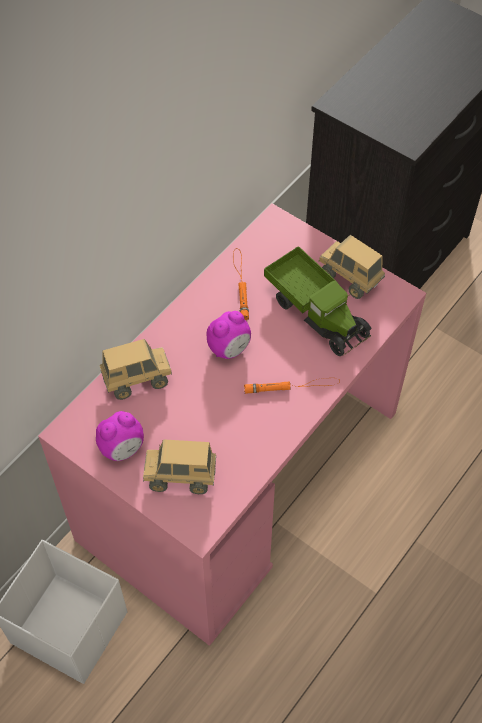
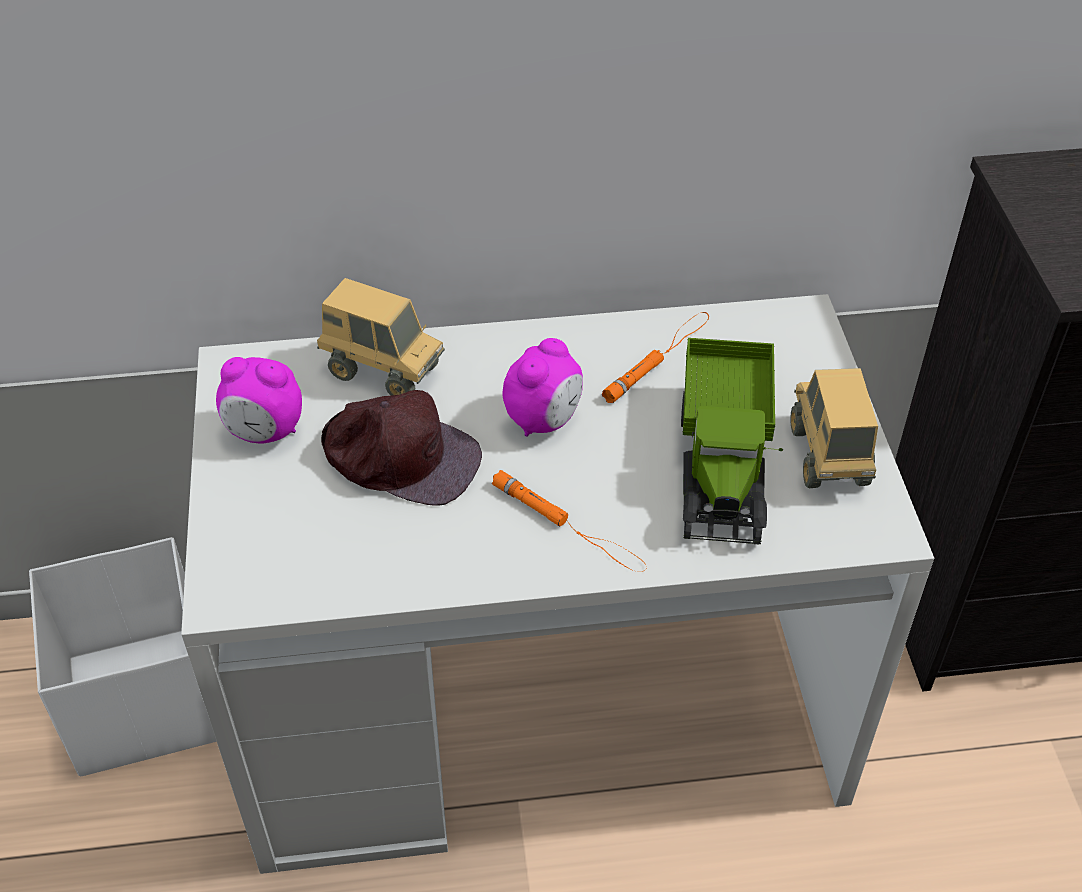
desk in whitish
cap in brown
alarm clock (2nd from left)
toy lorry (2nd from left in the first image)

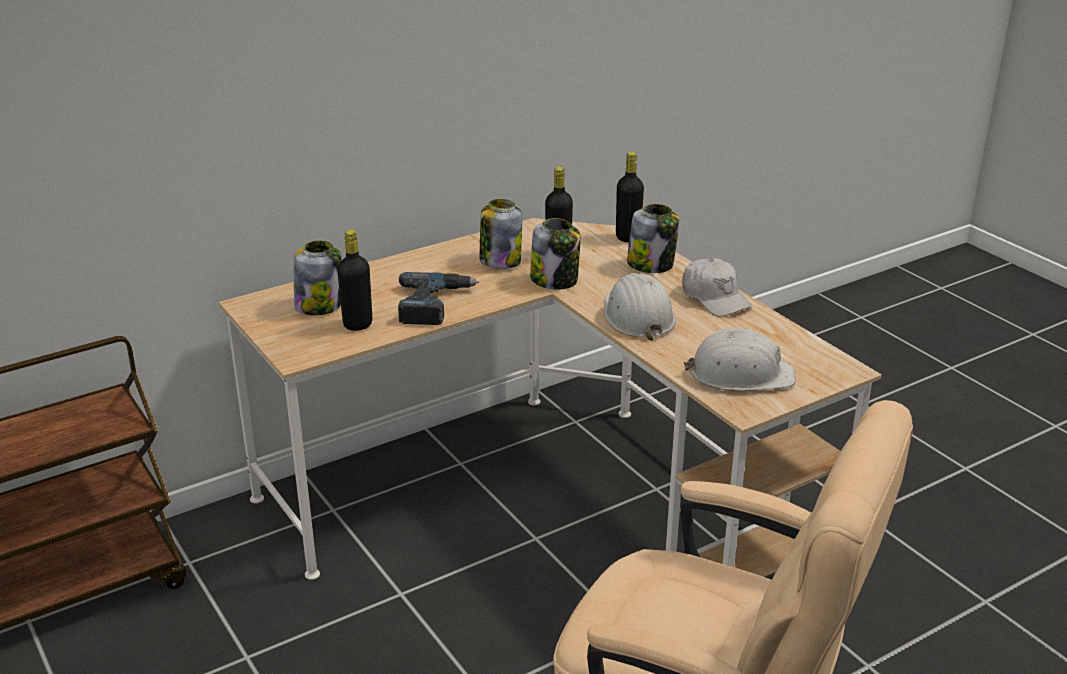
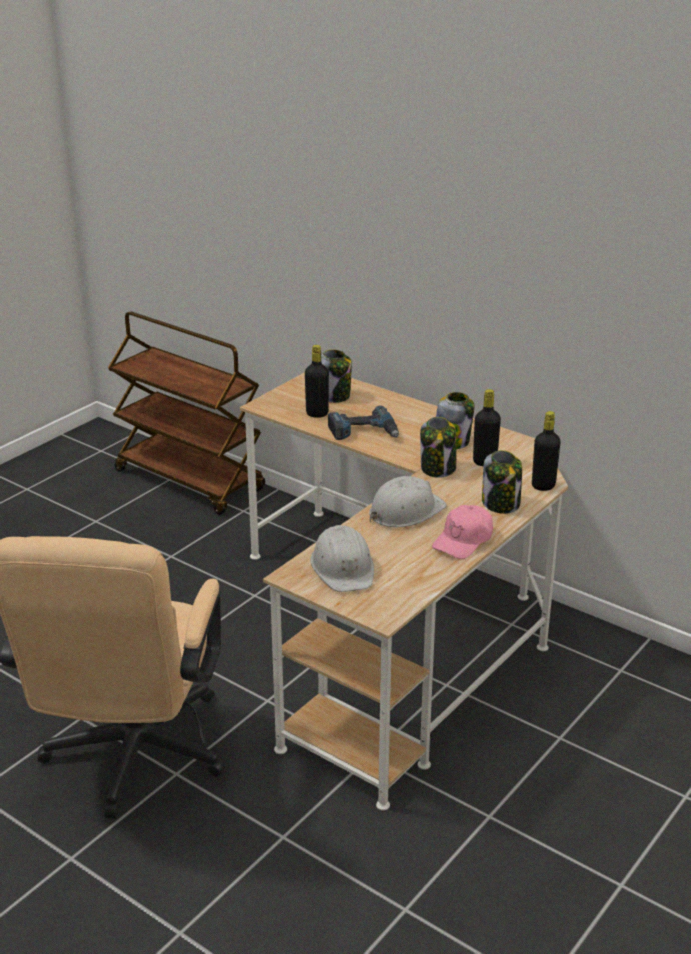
cap in pinkish

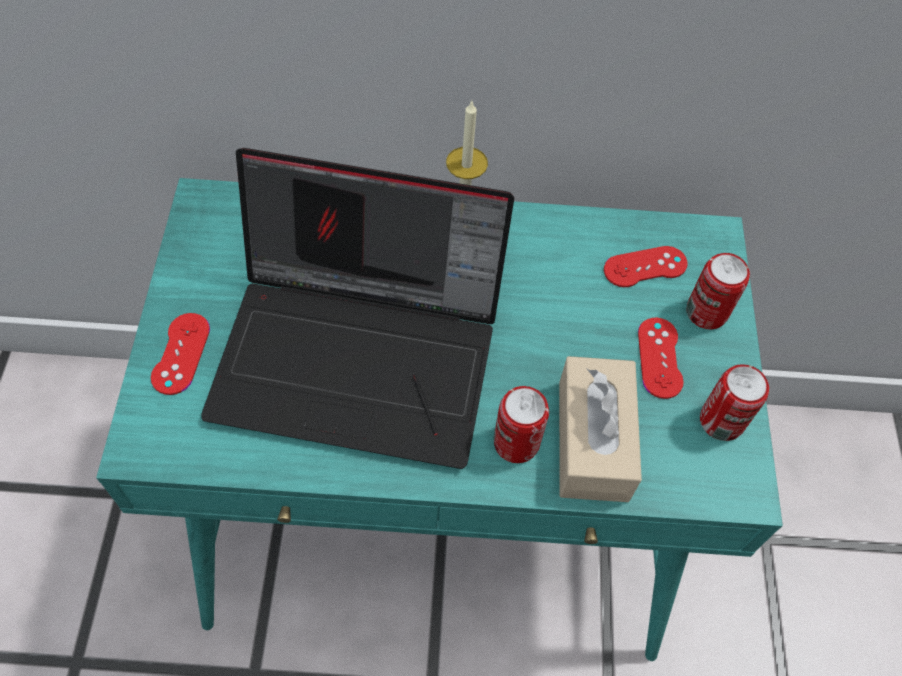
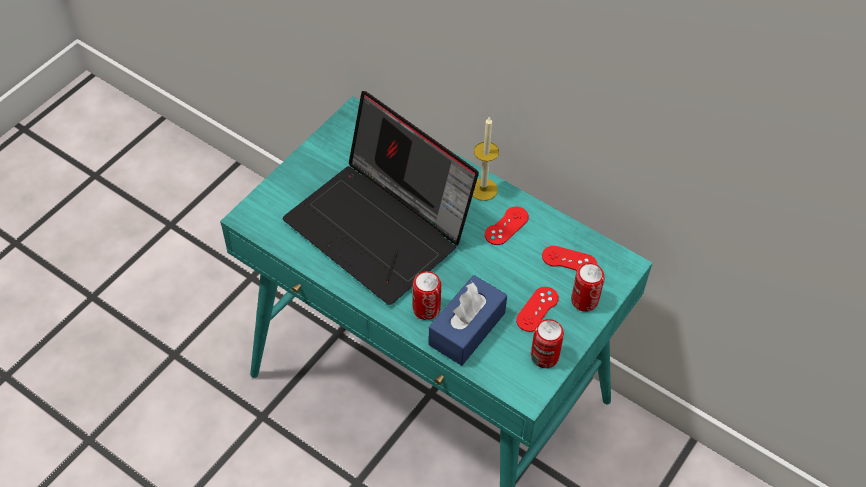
tissue holder in blue
joypad in reddish (1st from left)

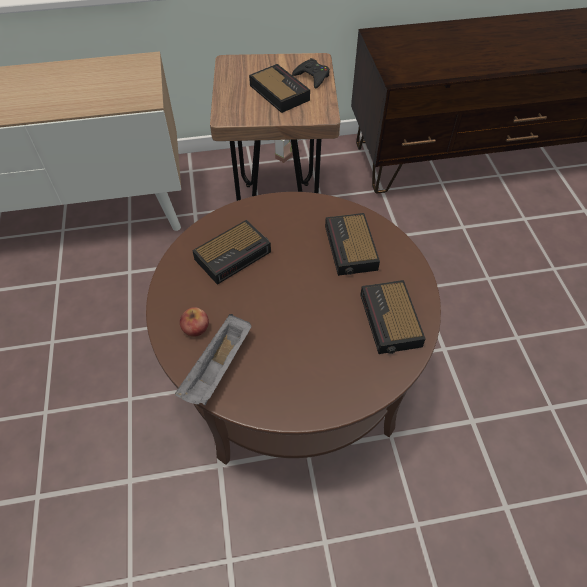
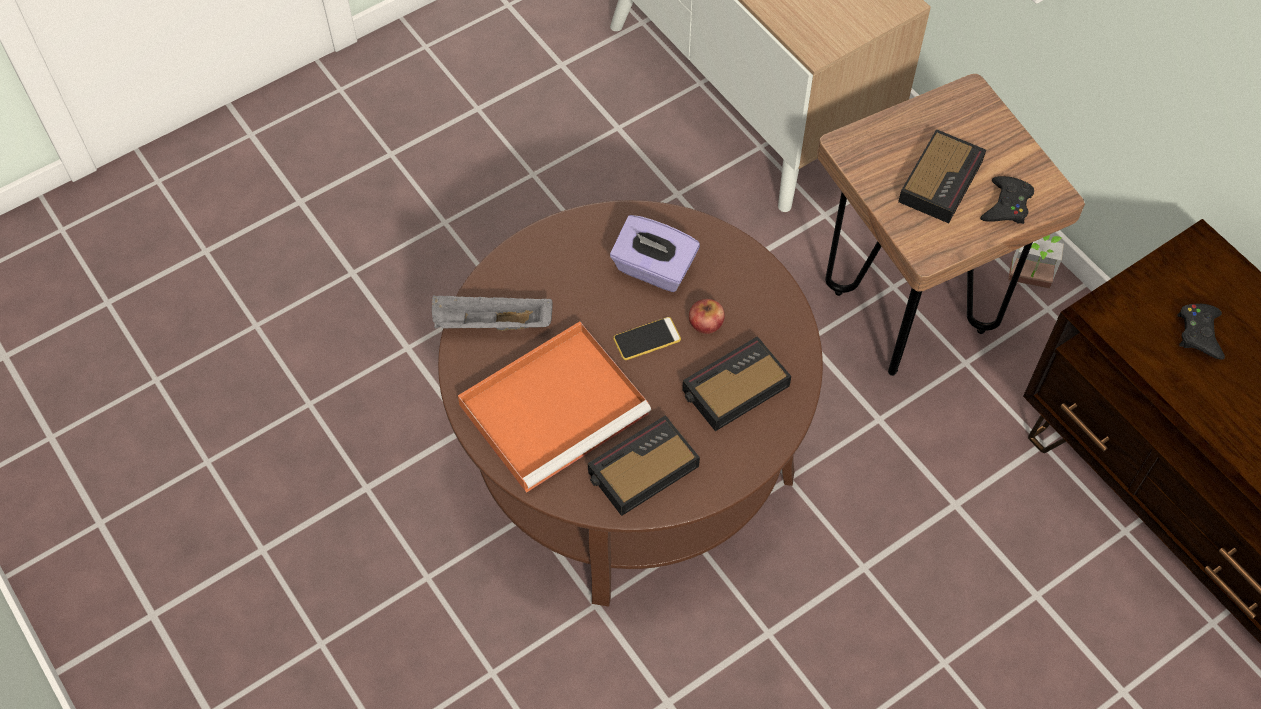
carrying tray in orange
tissue holder in purplish
telephone
whole apple
joypad in blackish (2nd from left)

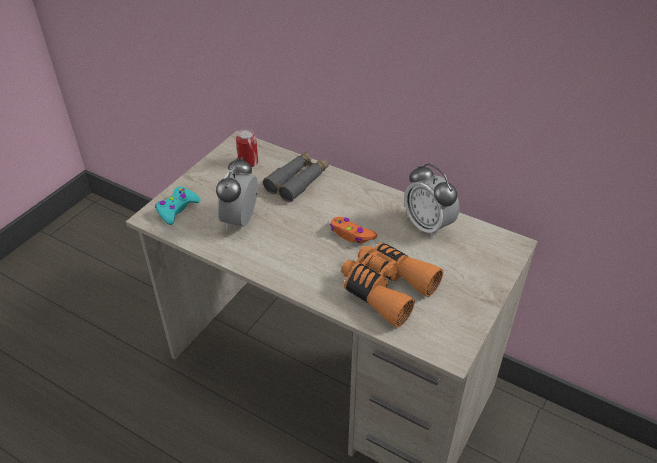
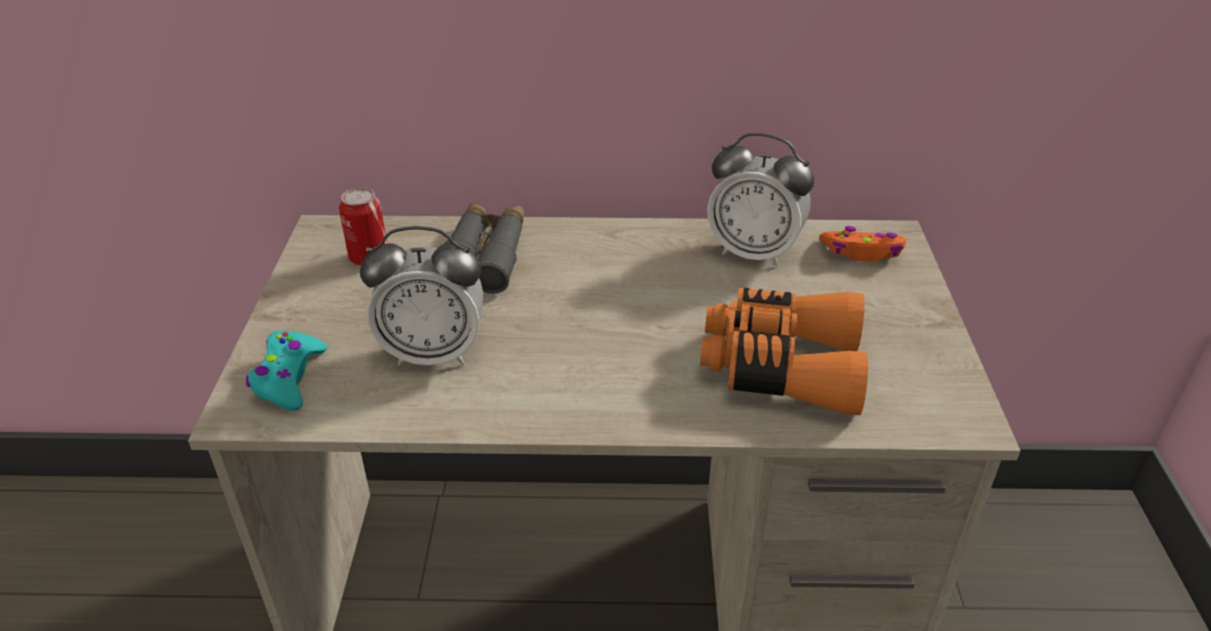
alarm clock (1st from left)
joypad in orange

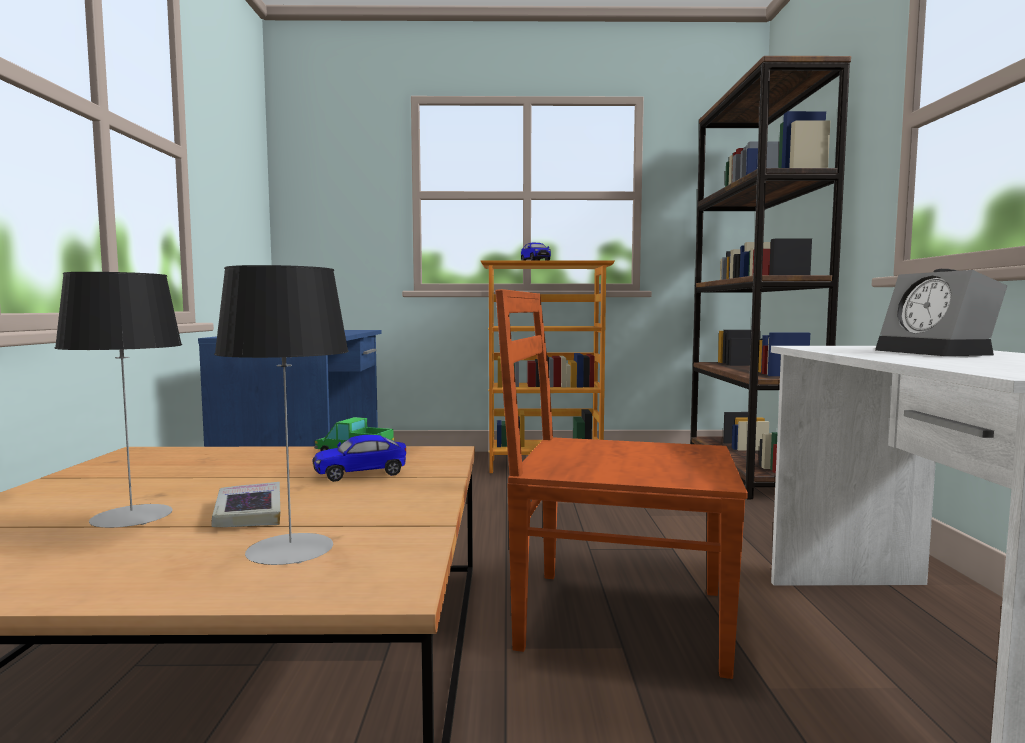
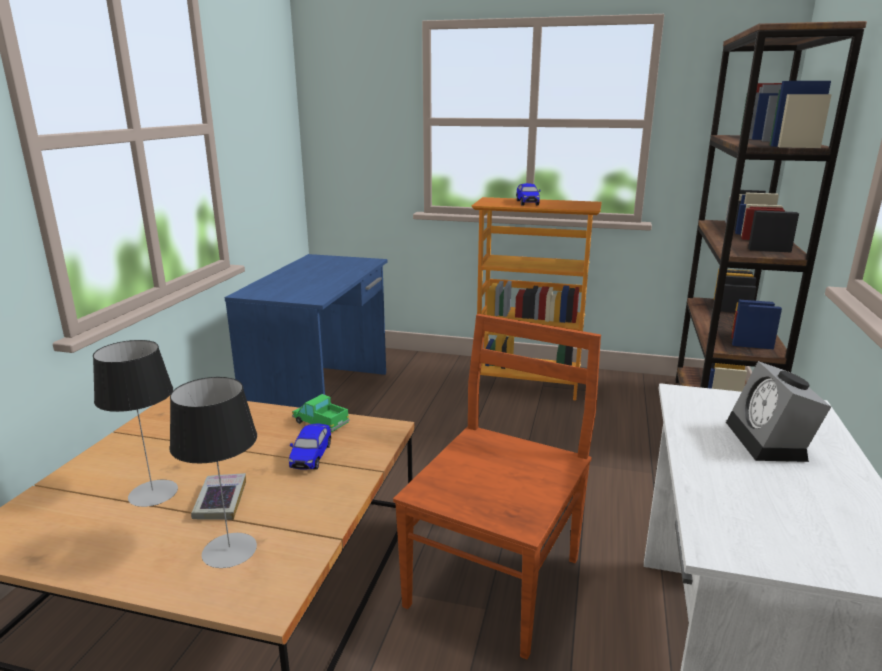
miniature car (1st from left)
chair in brown

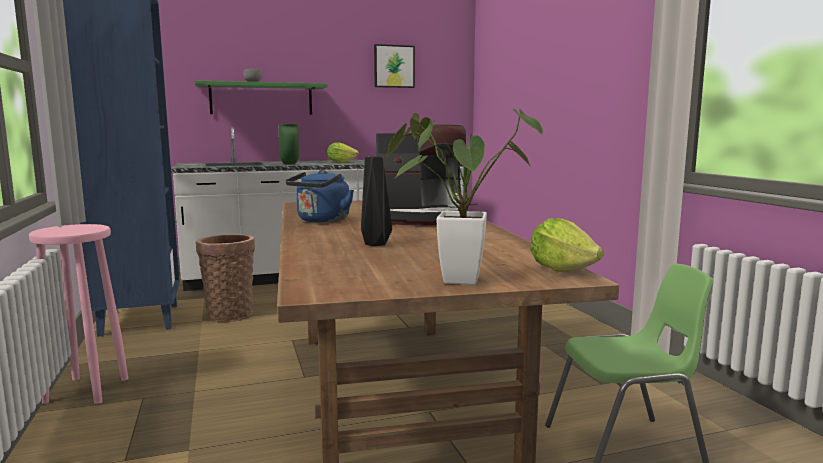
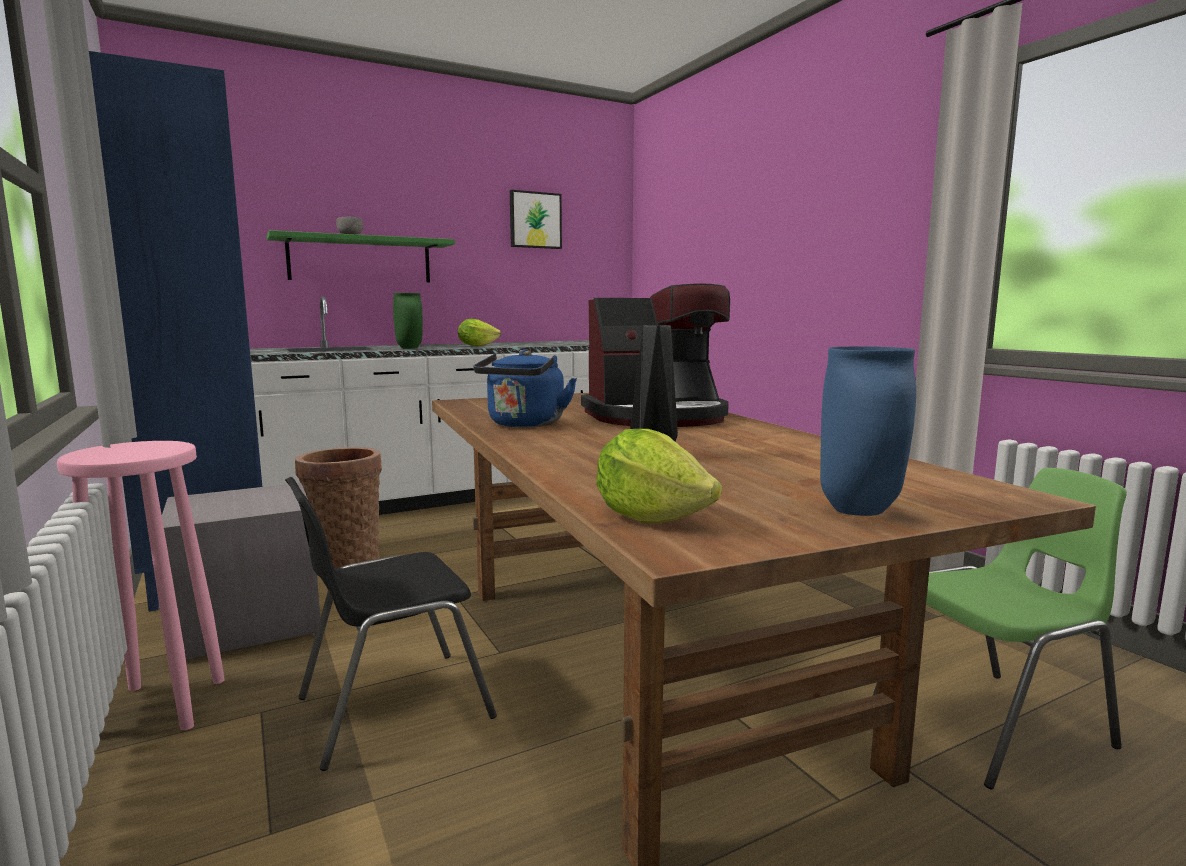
bedside table in grey
chair in blackish
lettuce head (2nd from left)
flower vase in blue

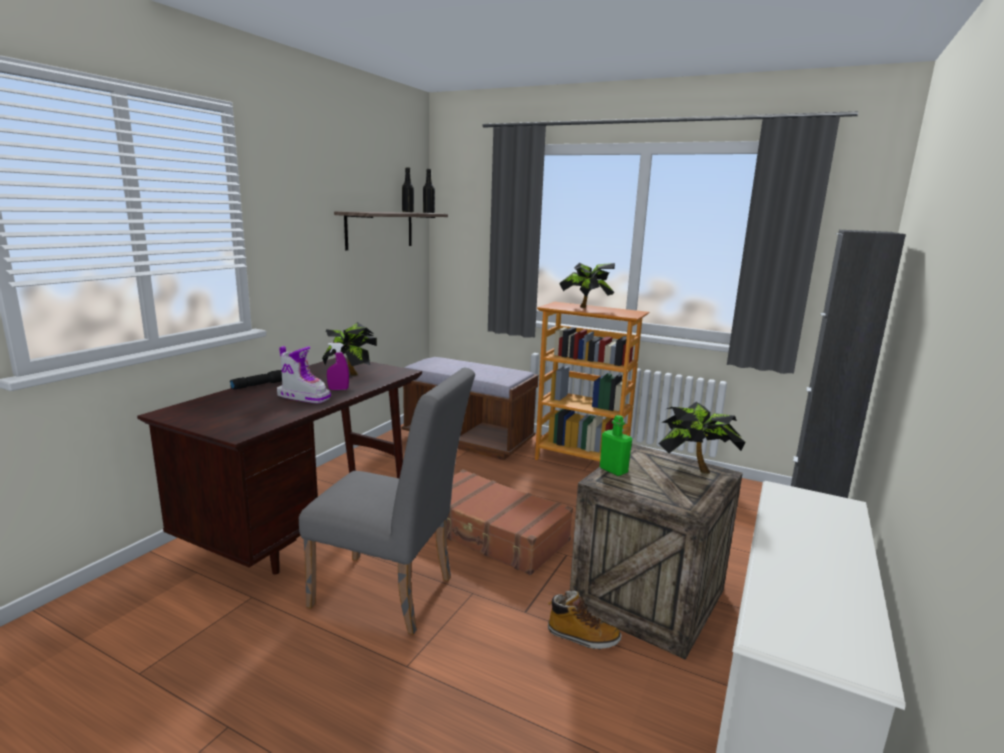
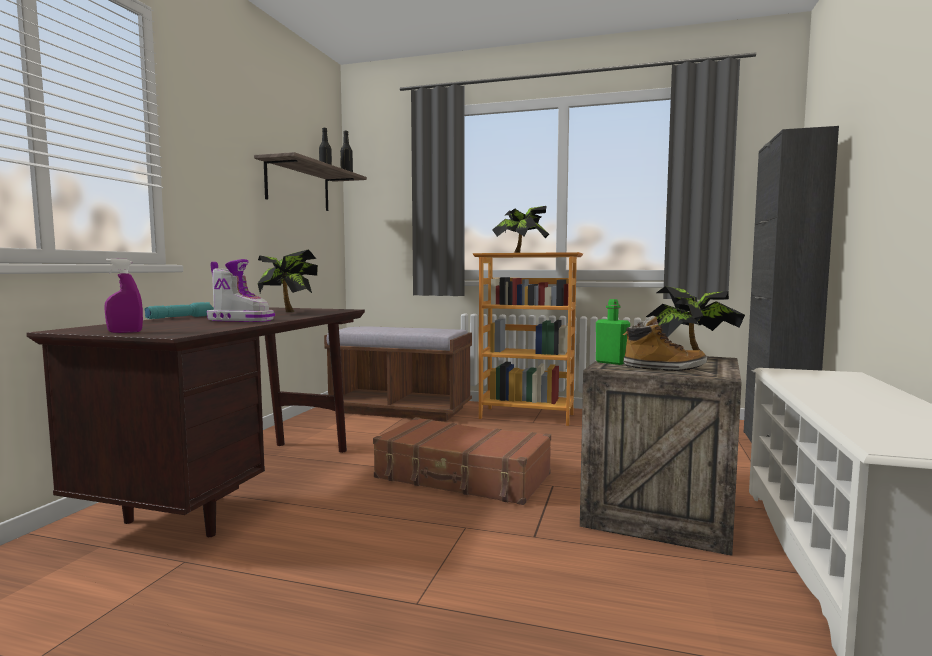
spray bottle in purplish
flashlight in turquoise
boot (2nd from left)
chair in grey

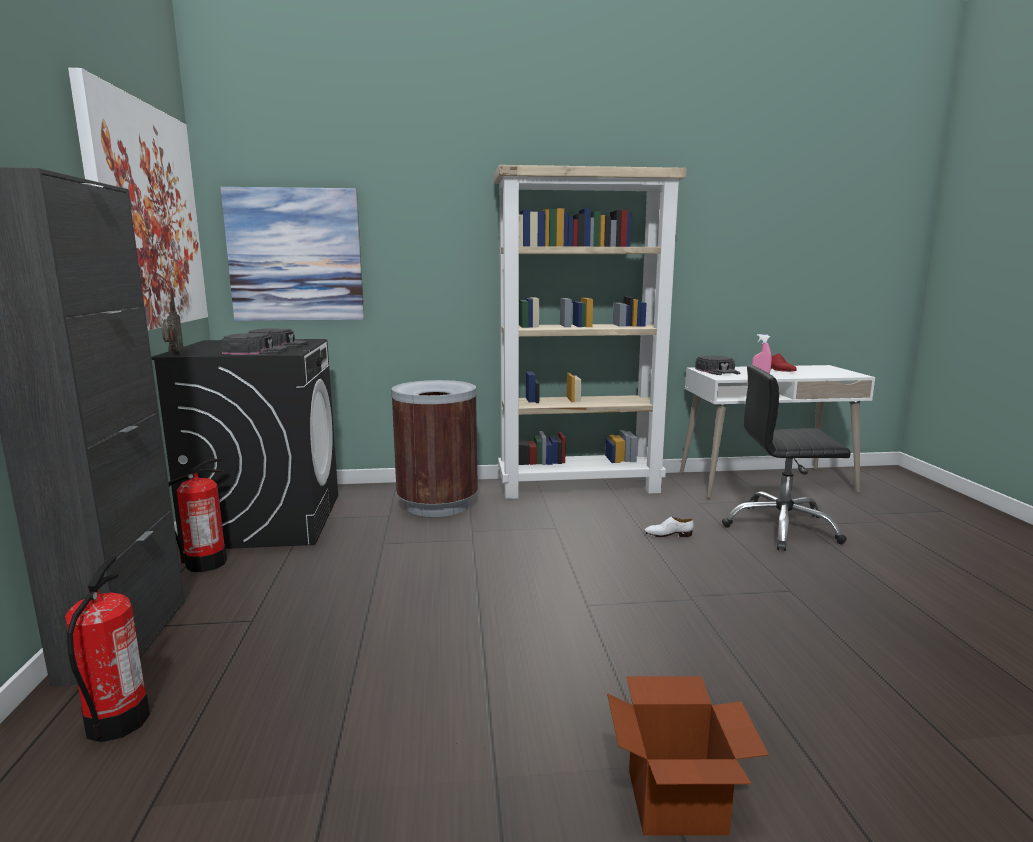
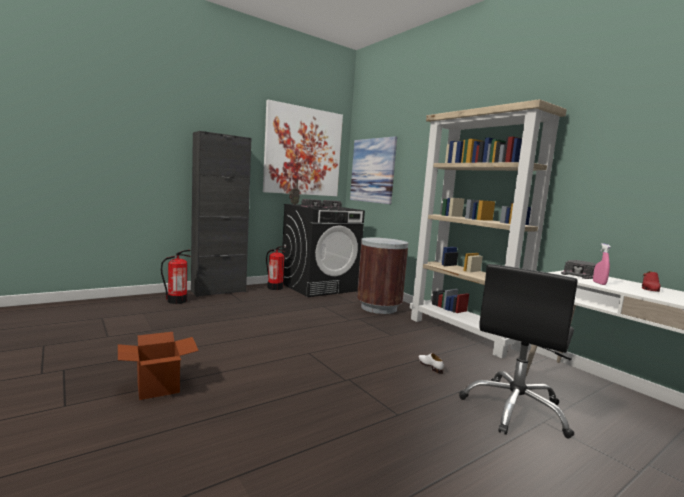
computer chair in blackish

